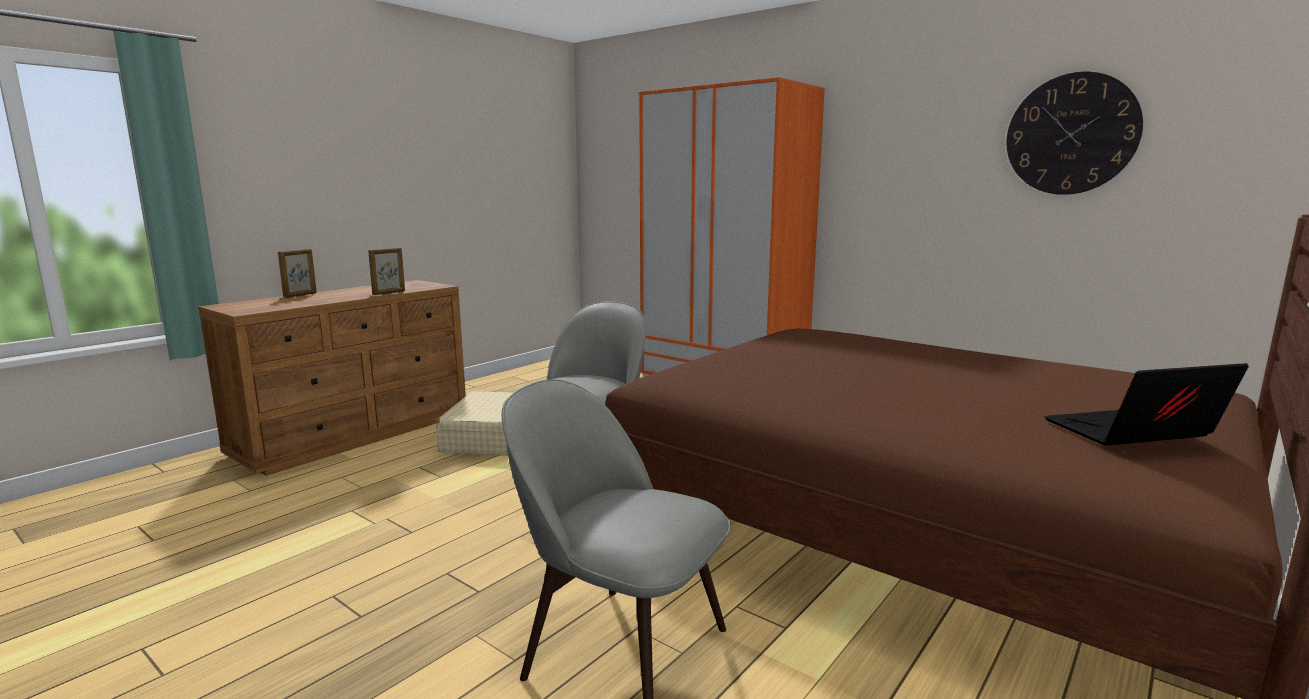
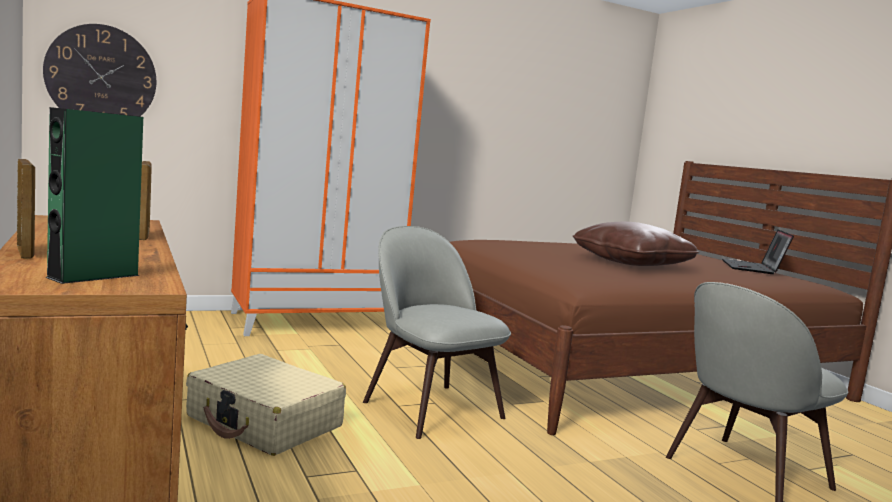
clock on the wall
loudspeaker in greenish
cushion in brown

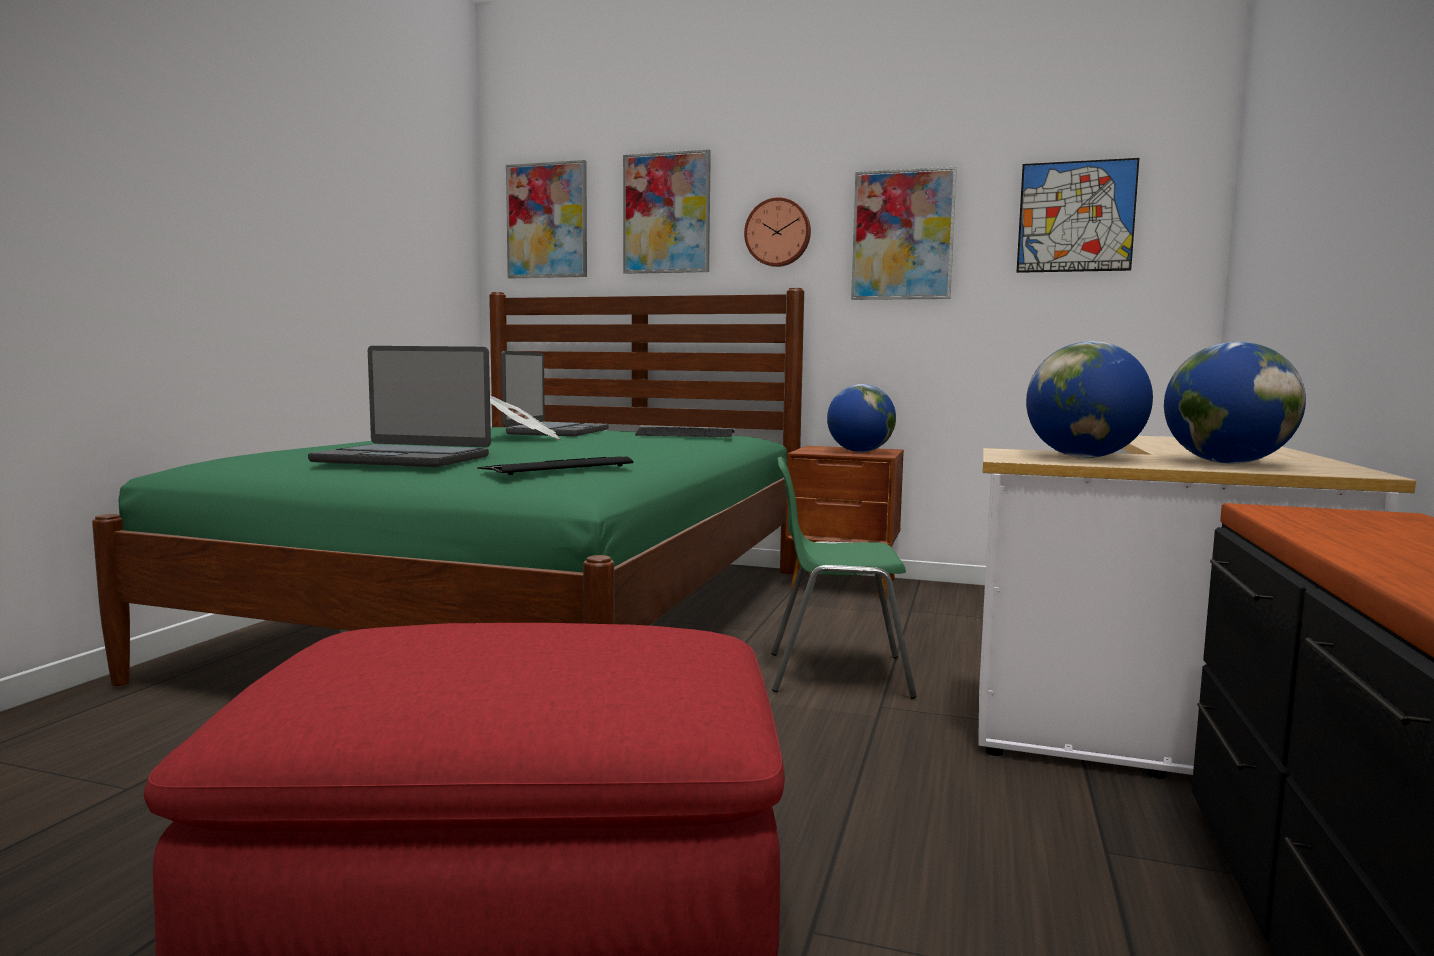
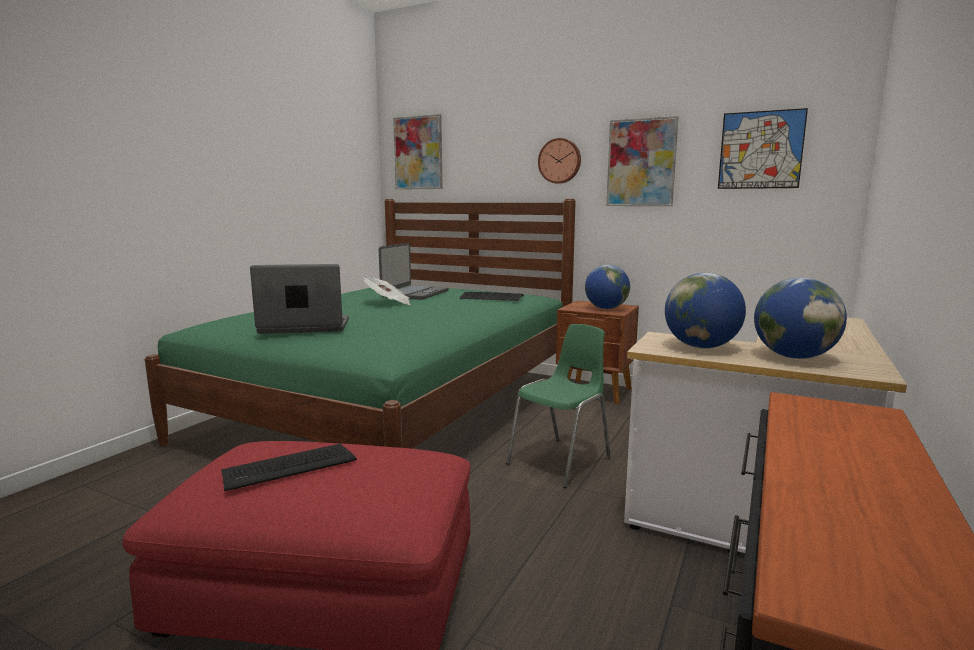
PC keyboard (1st from left)
laptop (1st from left)
chair in greenish
wall picture (2nd from left in the first image)

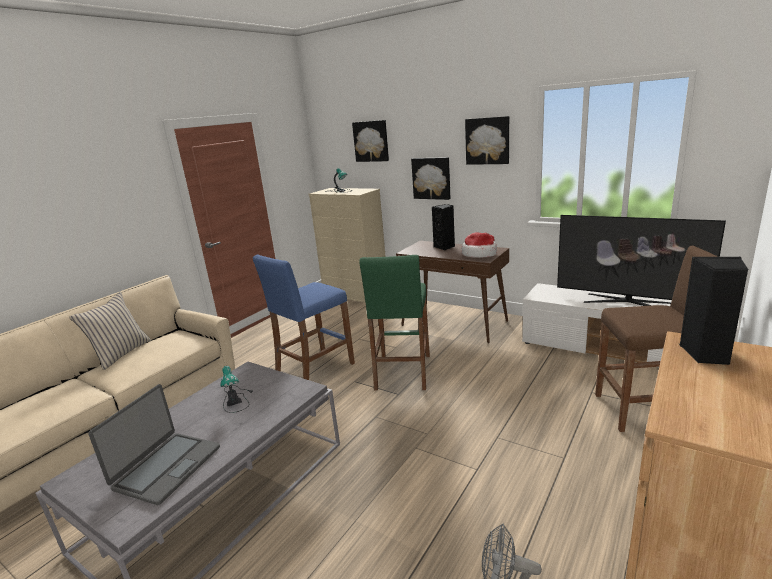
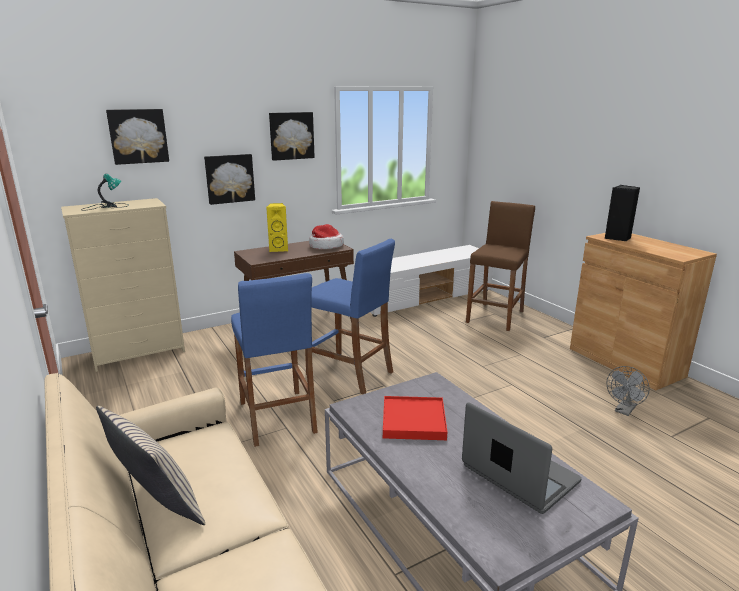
loudspeaker in yellow-coloured
stool seat in blue (2nd from left)
carrying tray in reddish
television

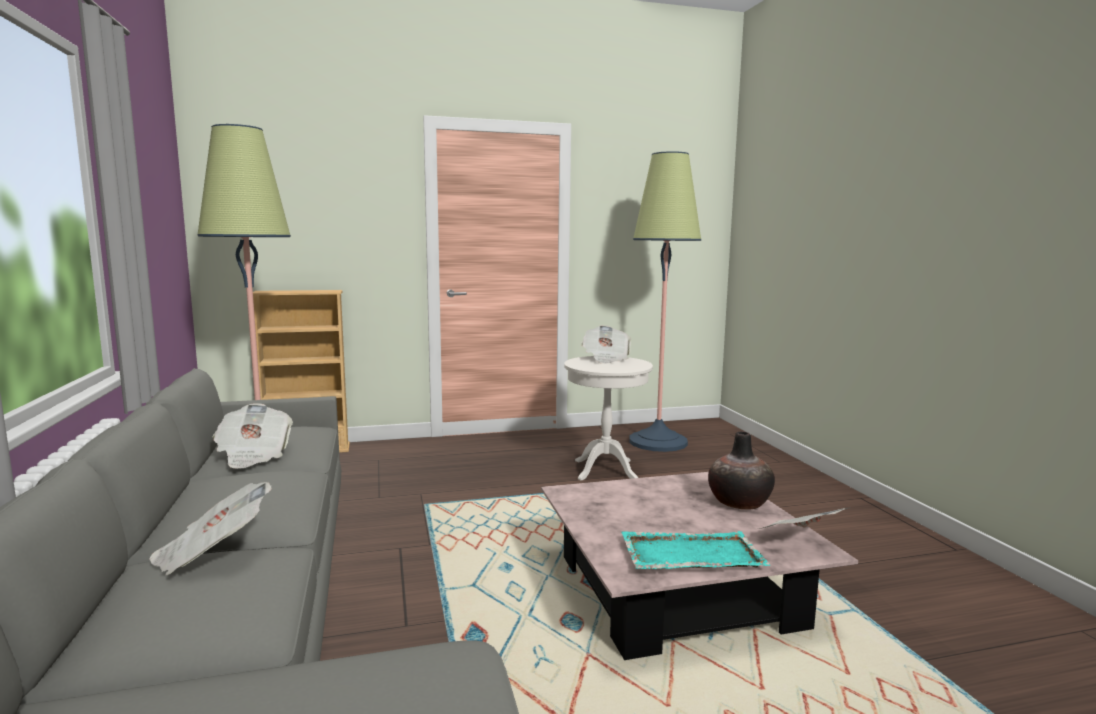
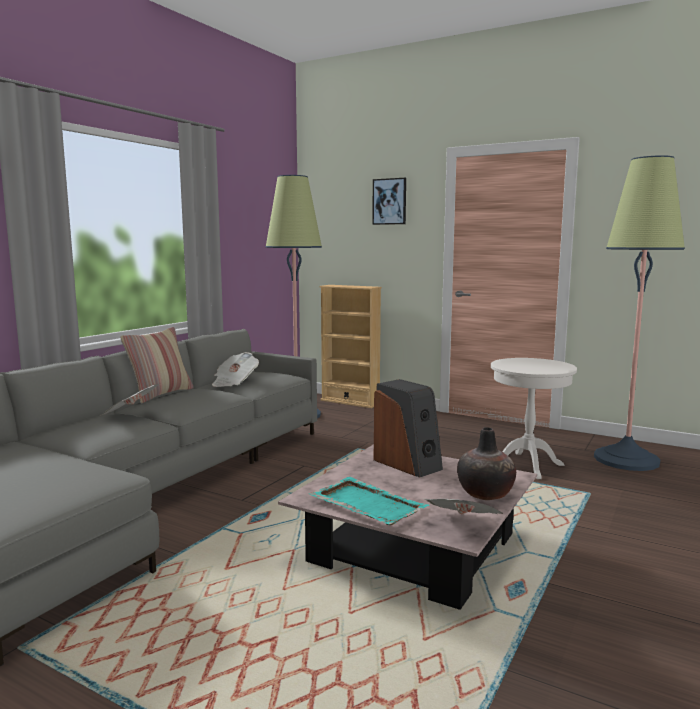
cushion
wall picture
loudspeaker
daily paper (3rd from left in the first image)

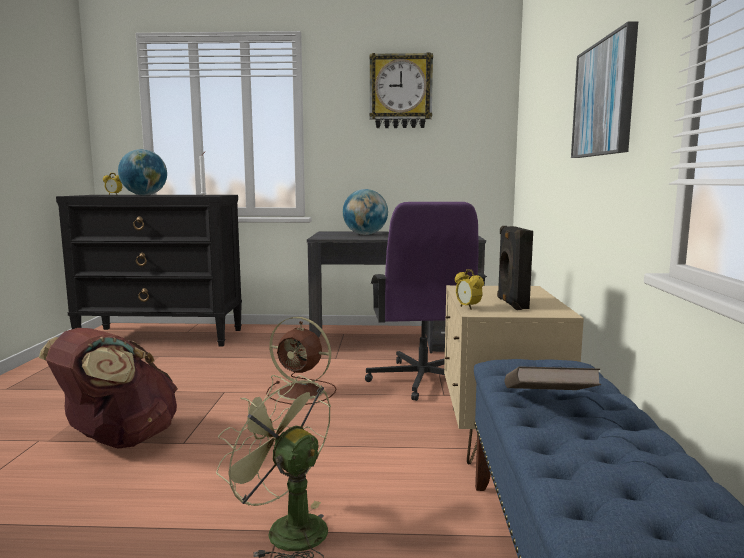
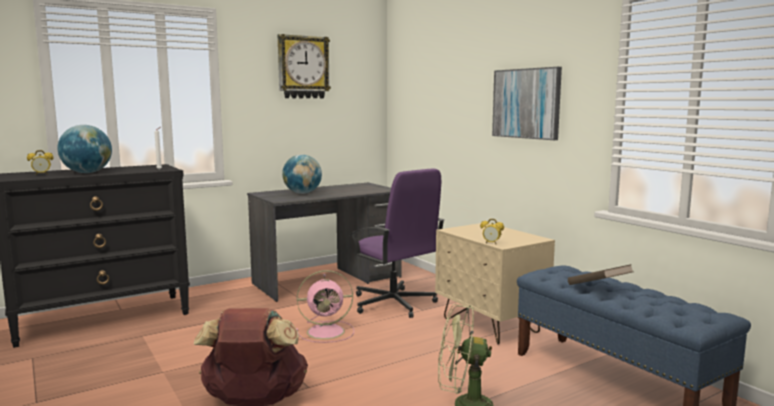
electric fan in pinkish
loudspeaker in blackish

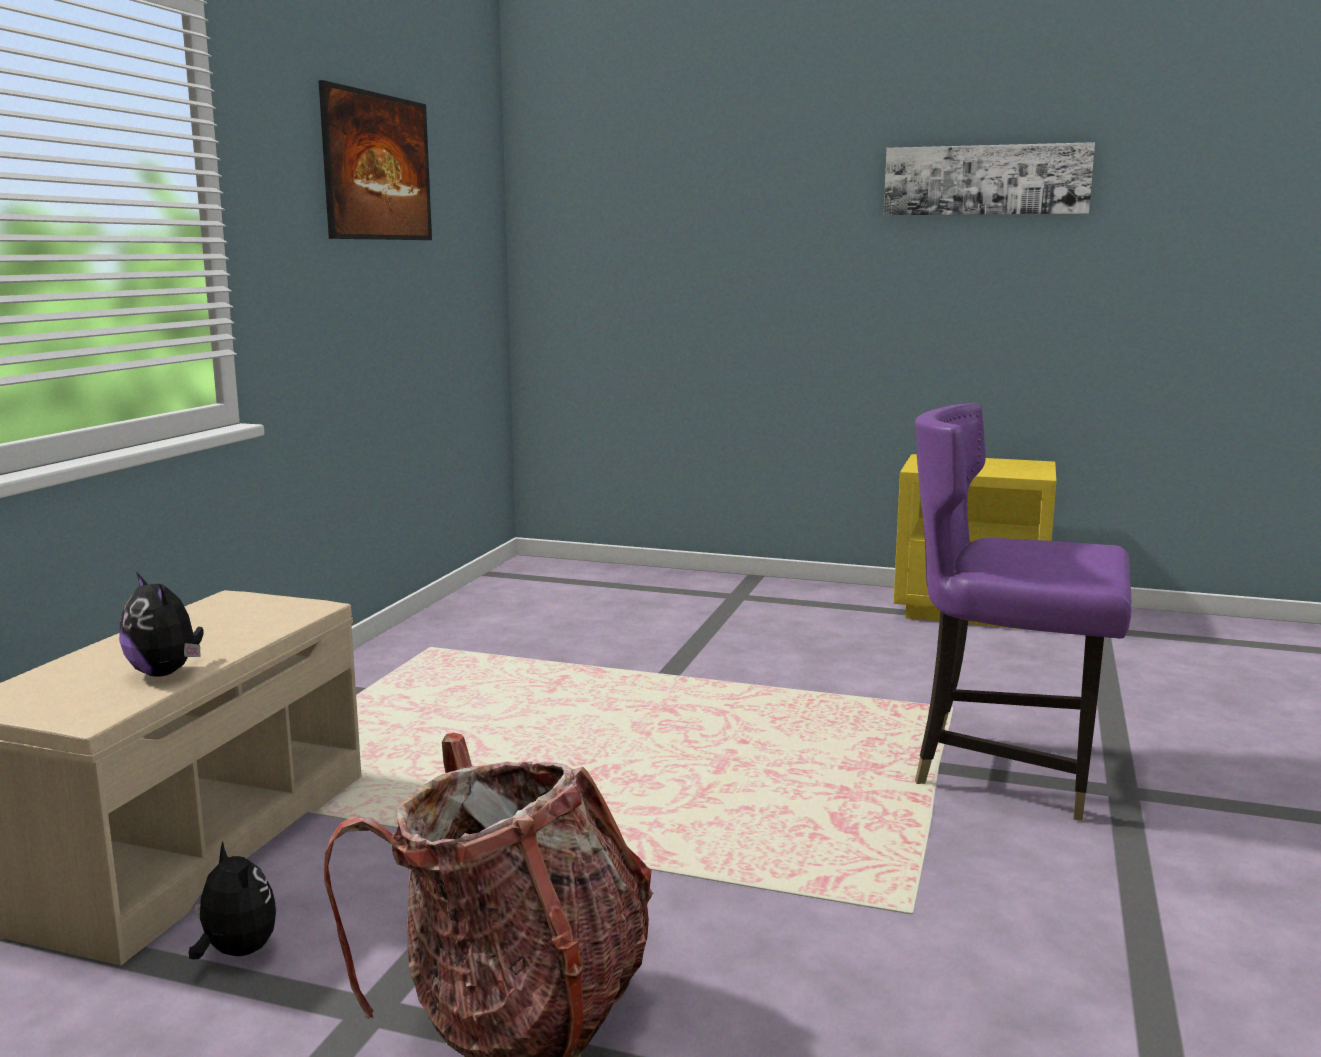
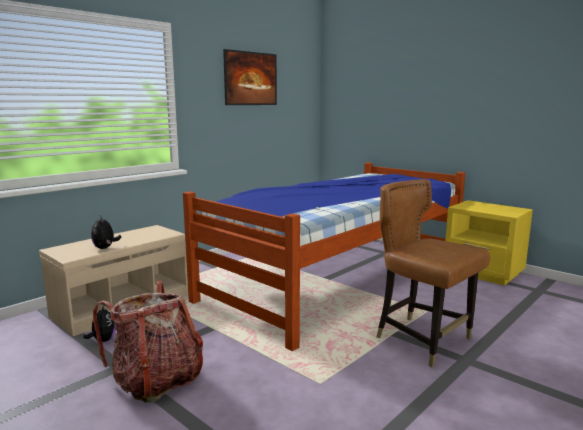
bed
chair in brown
wall picture (2nd from left in the first image)

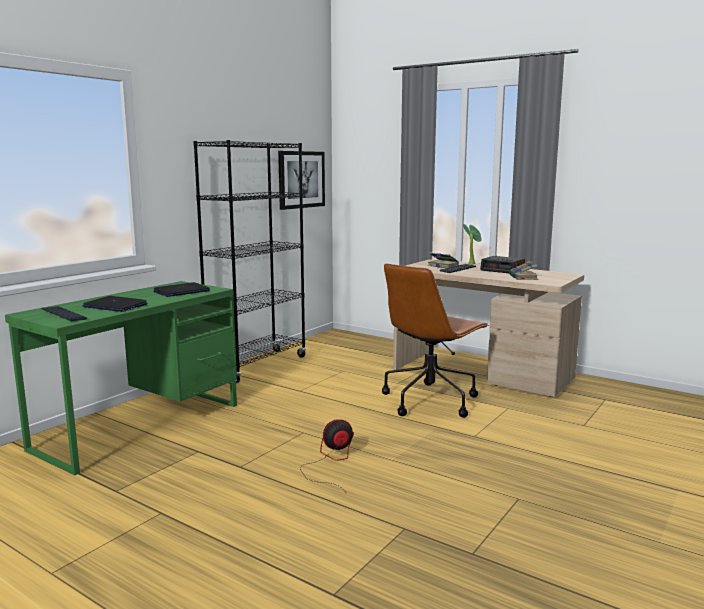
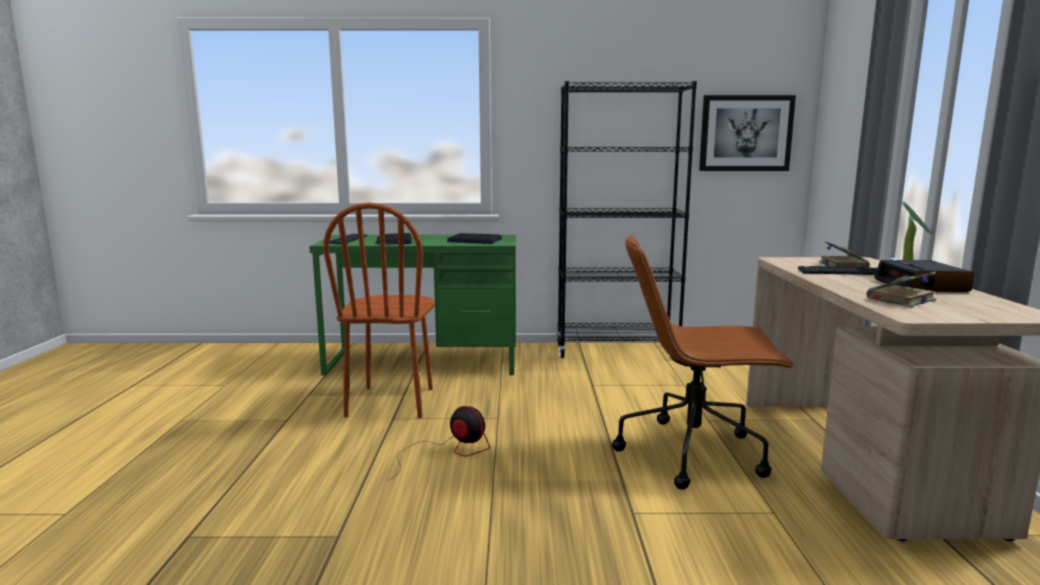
chair in brown

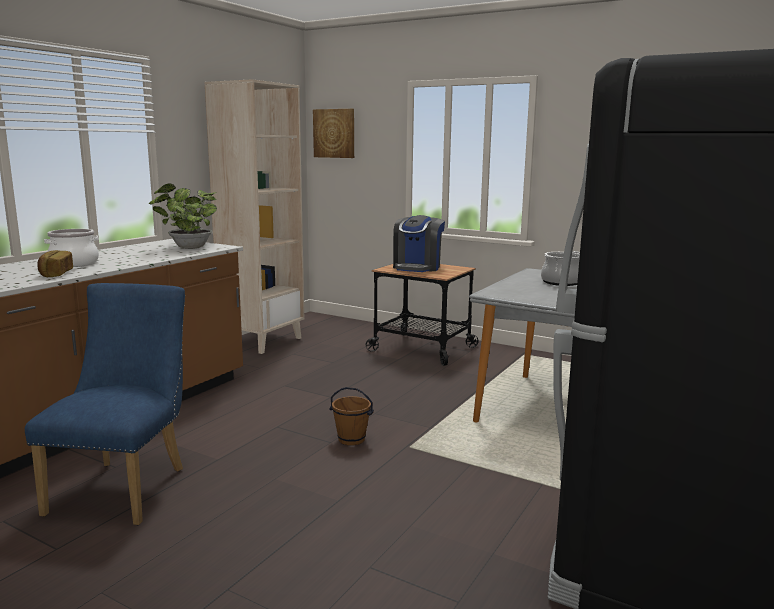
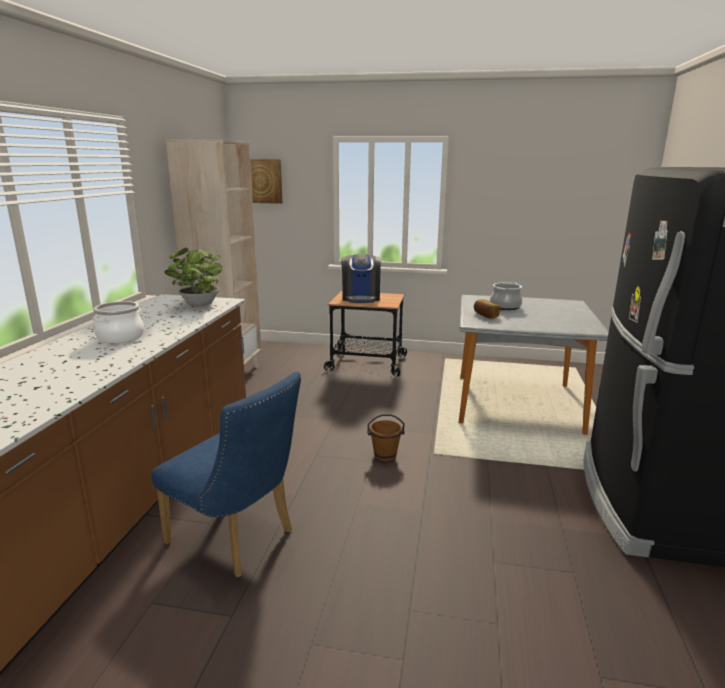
chair in blue
bread

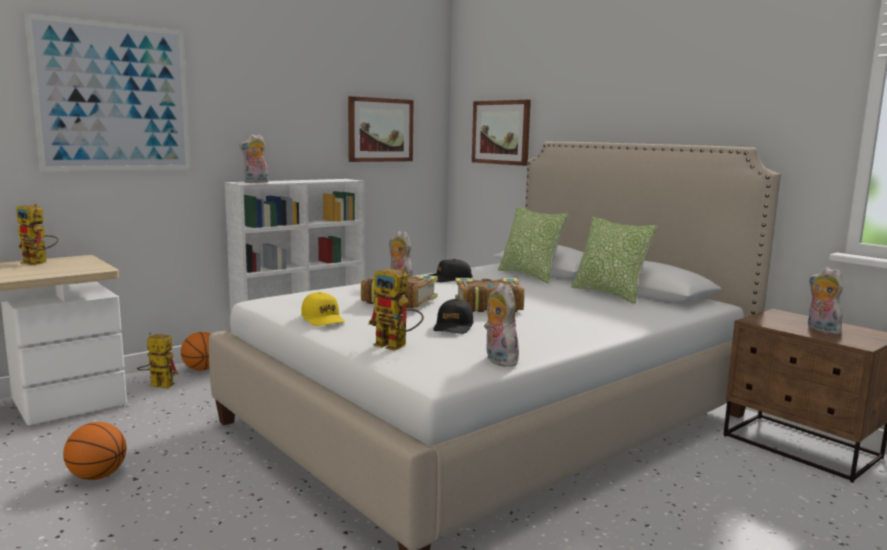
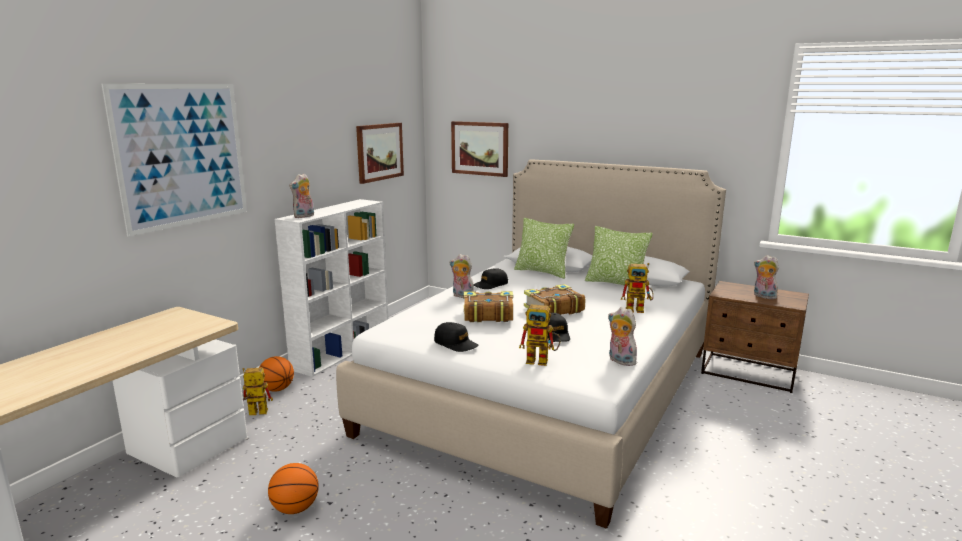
cap in blackish (1st from left)
robot figure (3rd from left)

